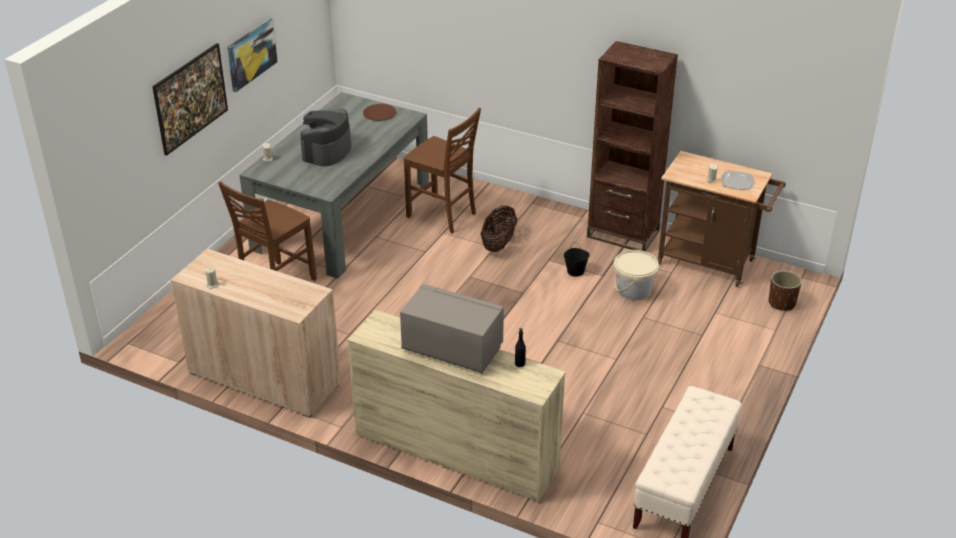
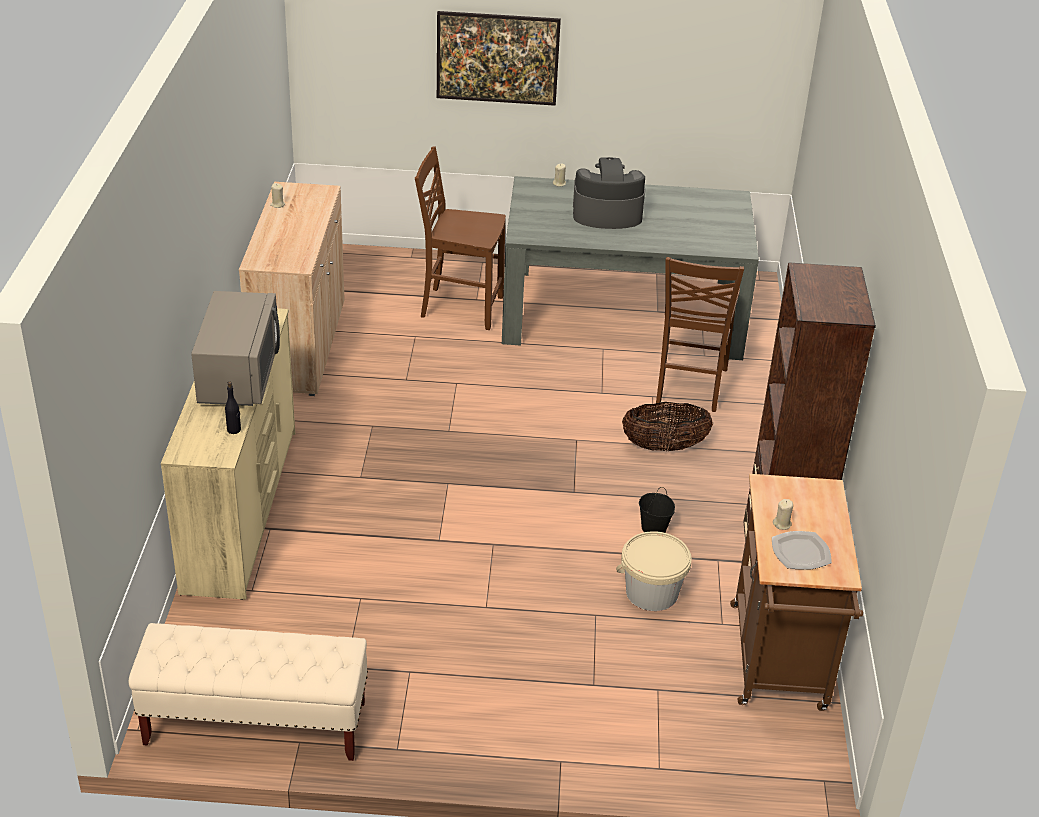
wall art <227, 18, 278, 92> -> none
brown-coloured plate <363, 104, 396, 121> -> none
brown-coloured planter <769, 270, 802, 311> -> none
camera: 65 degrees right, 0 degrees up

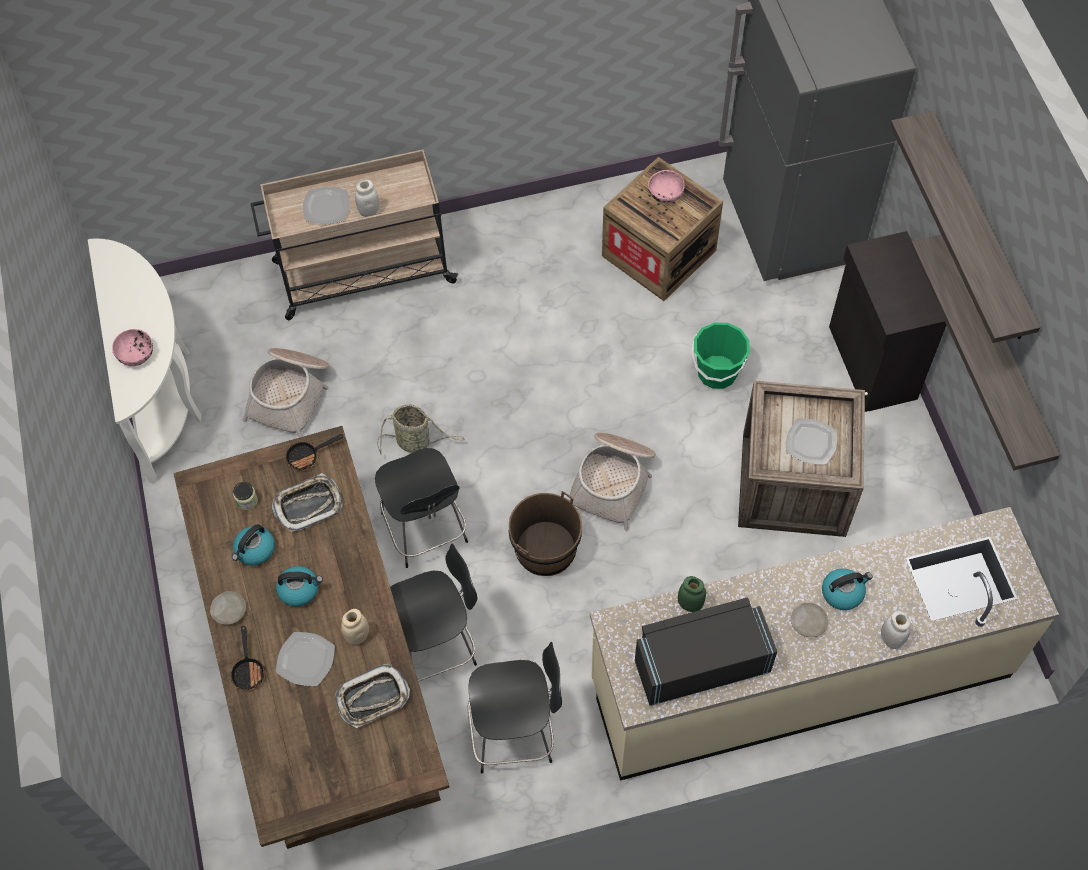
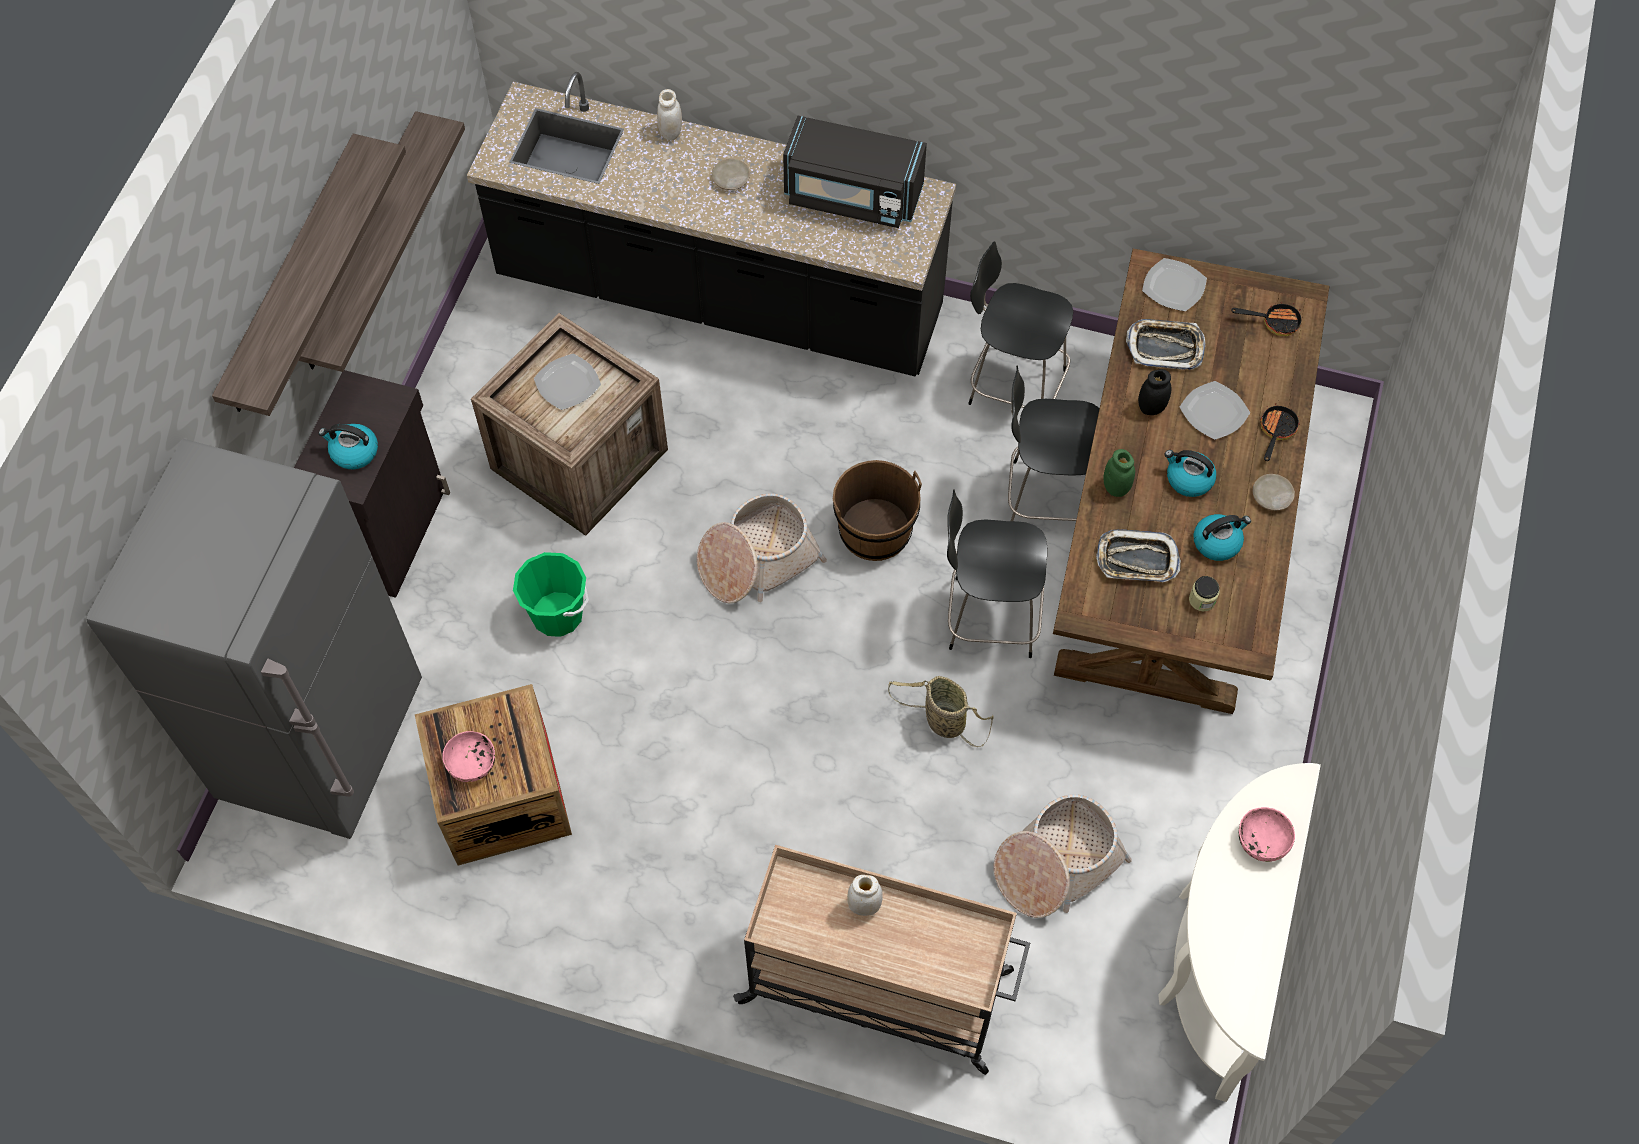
skillet <286, 434, 344, 471> -> skillet <1231, 302, 1301, 336>, moved
plate <303, 187, 350, 225> -> plate <1142, 258, 1207, 311>, moved
beige-coloured storage jar <341, 609, 369, 645> -> blackish storage jar <1138, 369, 1172, 415>
blackish upright chair <375, 448, 468, 568> -> blackish upright chair <947, 489, 1047, 658>, 90 degrees counterclockwise
beige-coloured kitchen counter <590, 507, 1059, 781> -> blackish kitchen counter <467, 72, 956, 376>
greenish storage jar <678, 576, 706, 612> -> greenish storage jar <1103, 449, 1135, 497>, moved
tea kettle <822, 568, 872, 610> -> tea kettle <319, 424, 378, 469>, moved
camera: 150 degrees left, 0 degrees up

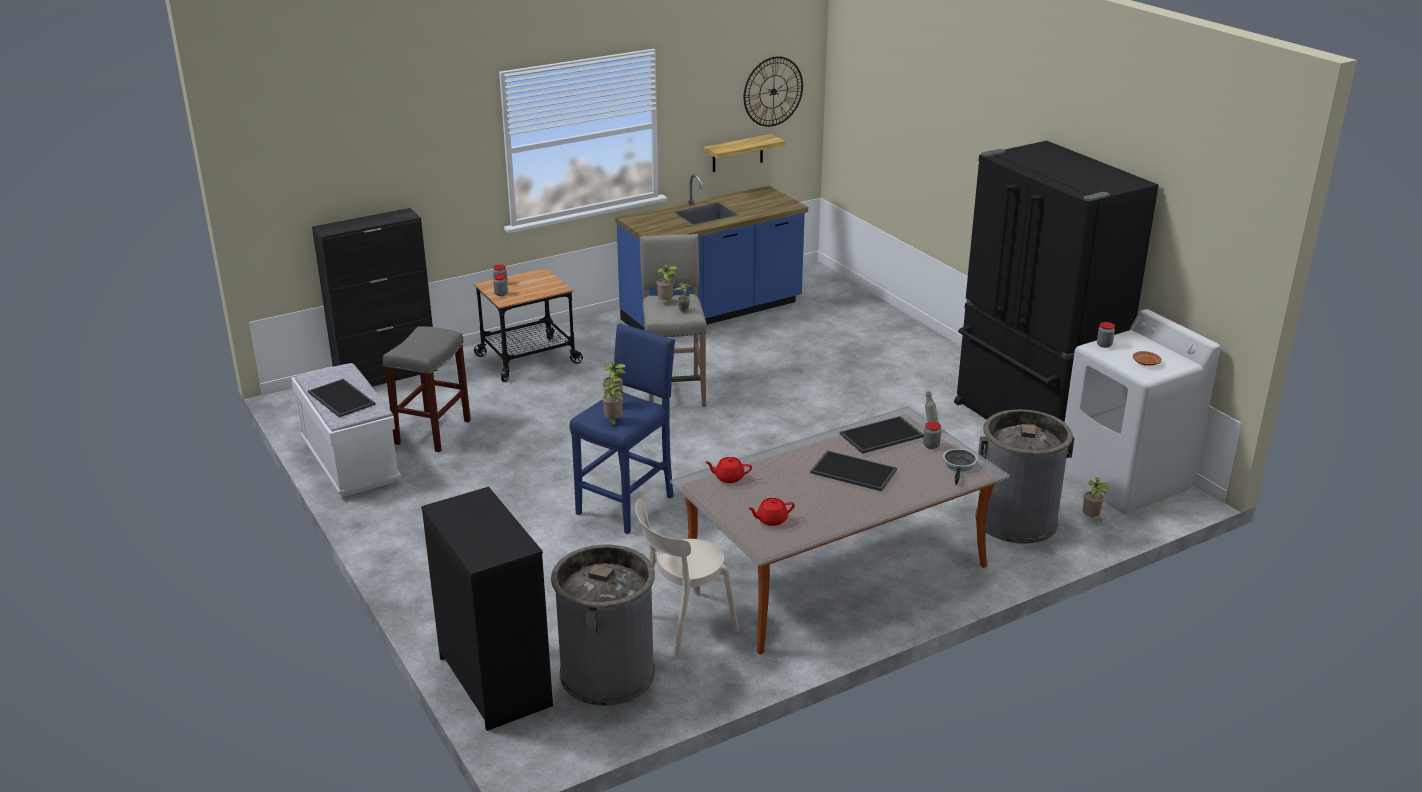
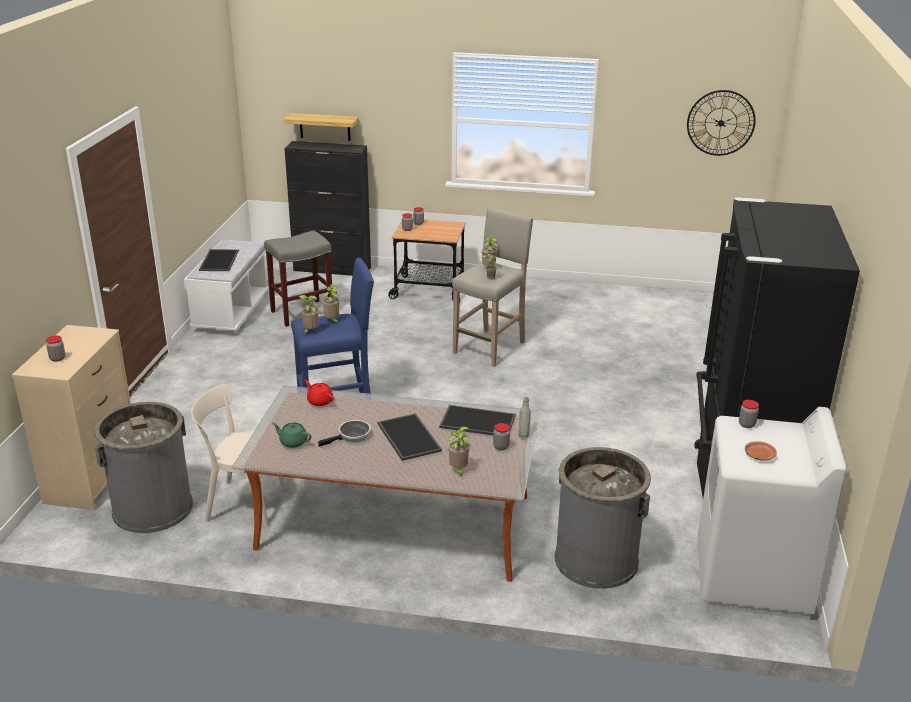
blackish dresser <421, 487, 553, 731> -> beige-coloured dresser <12, 325, 131, 510>
bluish kitchen counter <615, 174, 808, 330> -> none
bracket shelf <704, 134, 785, 172> -> bracket shelf <283, 113, 359, 141>, moved
red-coloured teapot <748, 498, 795, 526> -> greenish teapot <272, 423, 312, 448>
skillet <943, 449, 977, 485> -> skillet <318, 420, 371, 447>, moved
potted plant <1083, 477, 1109, 522> -> potted plant <448, 427, 470, 478>, moved
none -> storage jar <46, 336, 65, 362>
camera: 40 degrees right, 0 degrees up

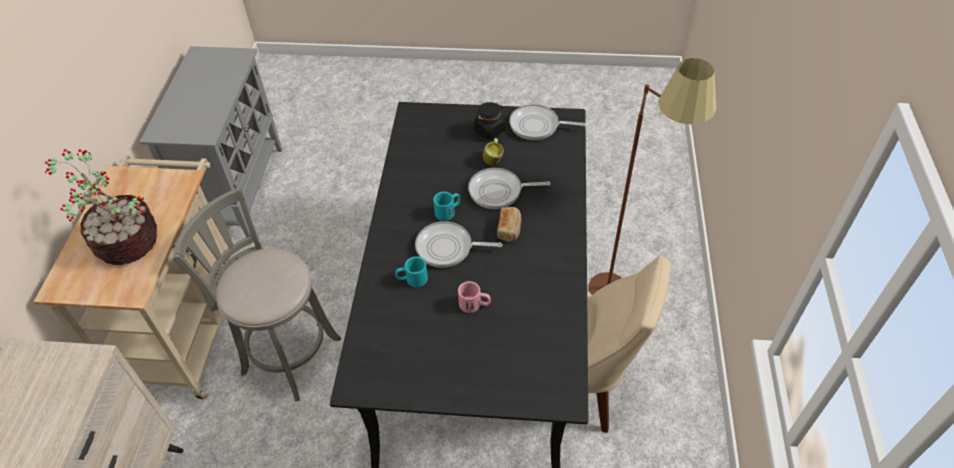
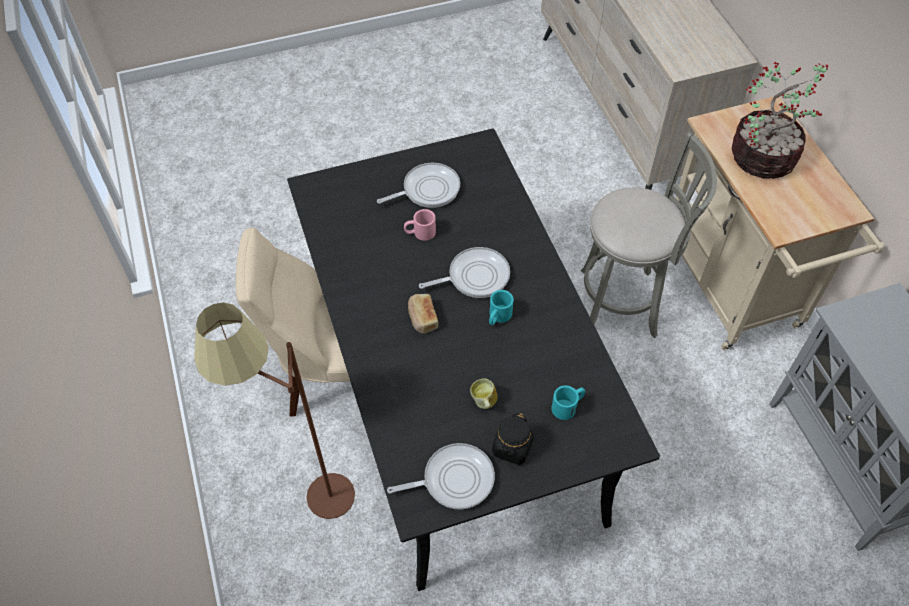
blue-green tea mug <395, 257, 428, 287> -> blue-green tea mug <552, 386, 585, 420>, moved
skillet <468, 168, 551, 209> -> skillet <377, 163, 460, 208>, moved
camera: 155 degrees right, 5 degrees up

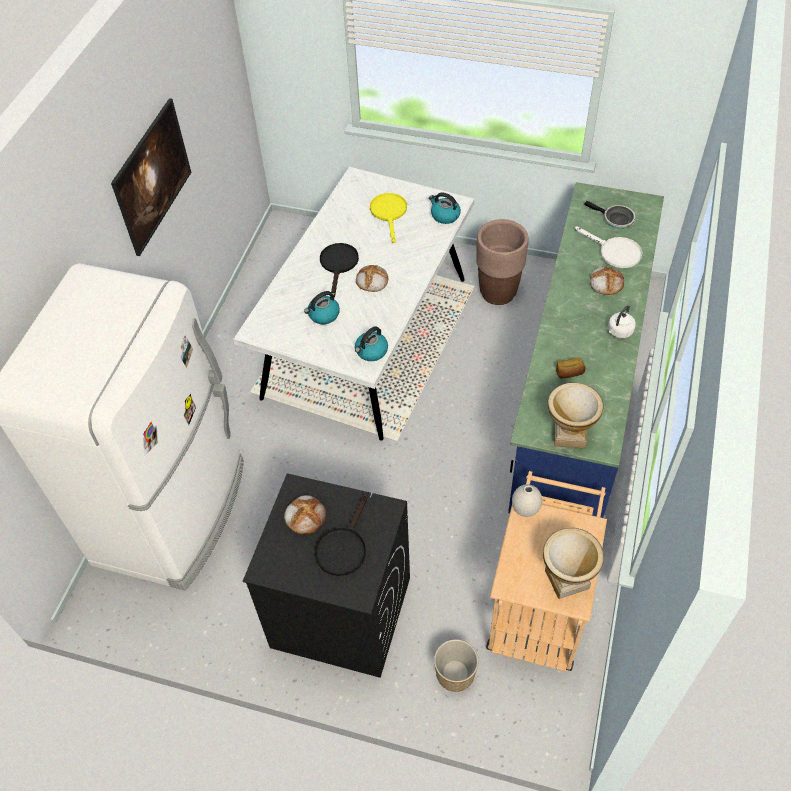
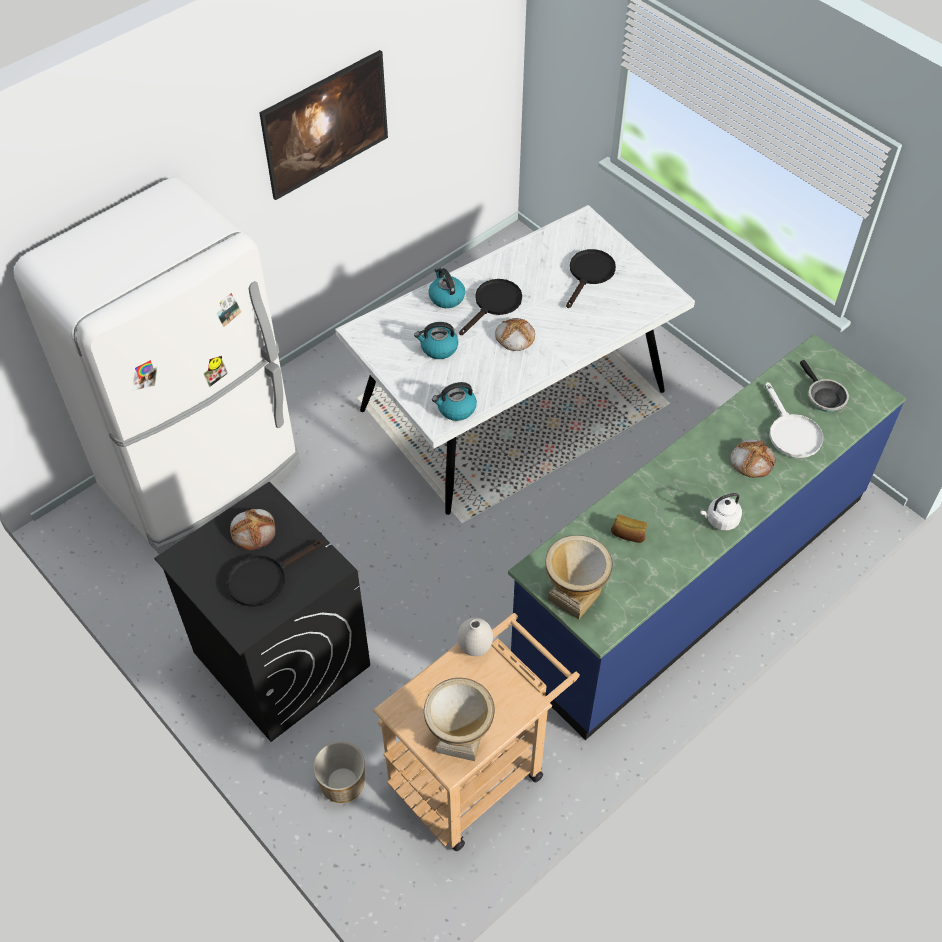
yellowish skillet <370, 193, 407, 243> -> blackish skillet <566, 249, 616, 308>
tea kettle <429, 192, 461, 224> -> tea kettle <429, 267, 465, 308>, moved
brown-coloured planter <476, 219, 529, 305> -> none
camera: 30 degrees right, 0 degrees up

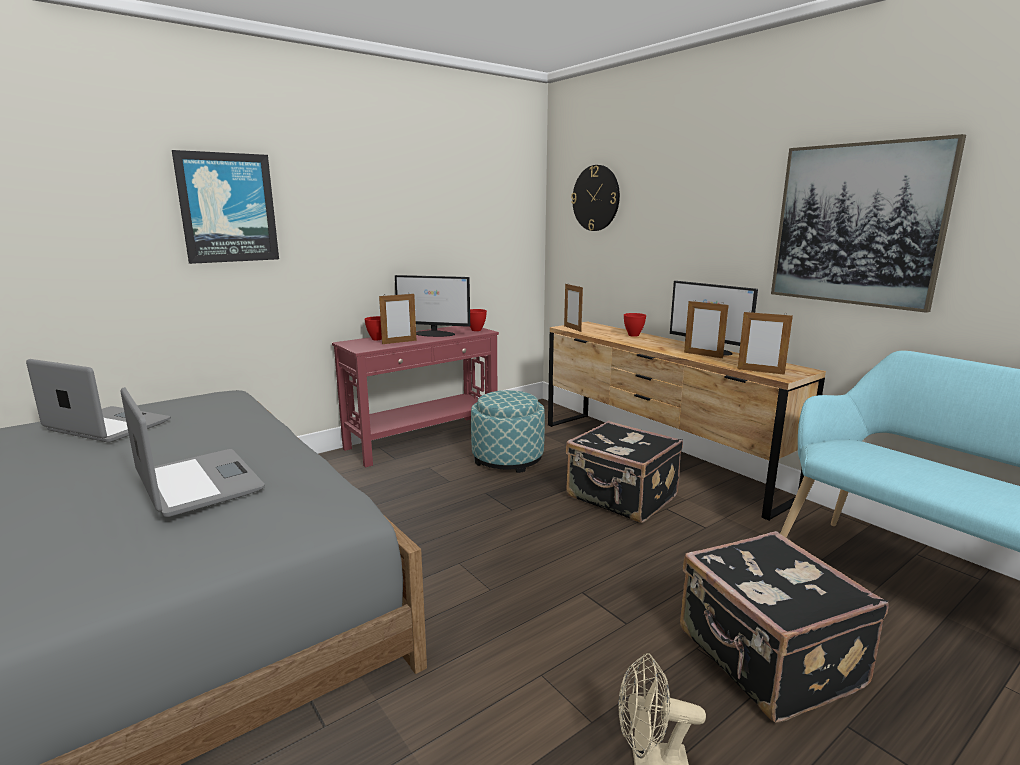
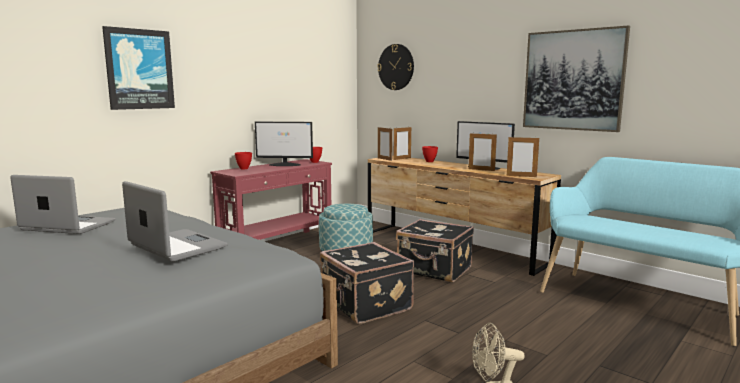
picture frame <379, 292, 417, 344> -> picture frame <394, 127, 411, 160>, moved
blackish suitcase <680, 531, 889, 723> -> blackish suitcase <320, 242, 414, 324>, moved
camera: 10 degrees left, 5 degrees down

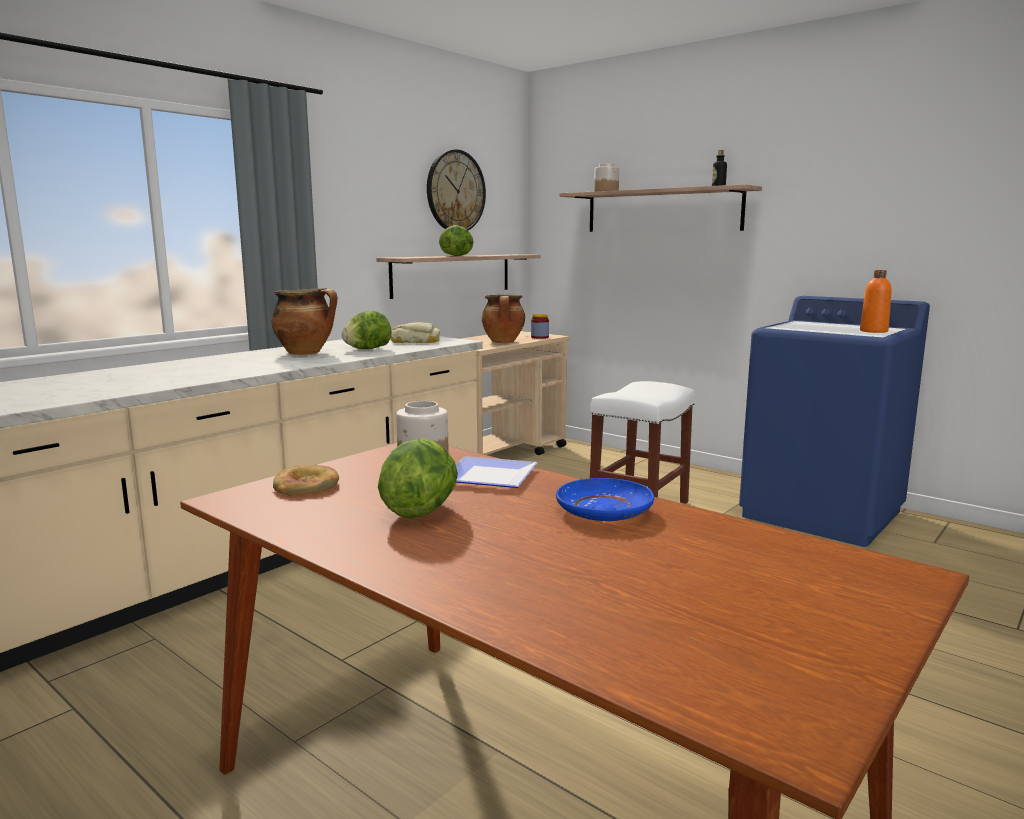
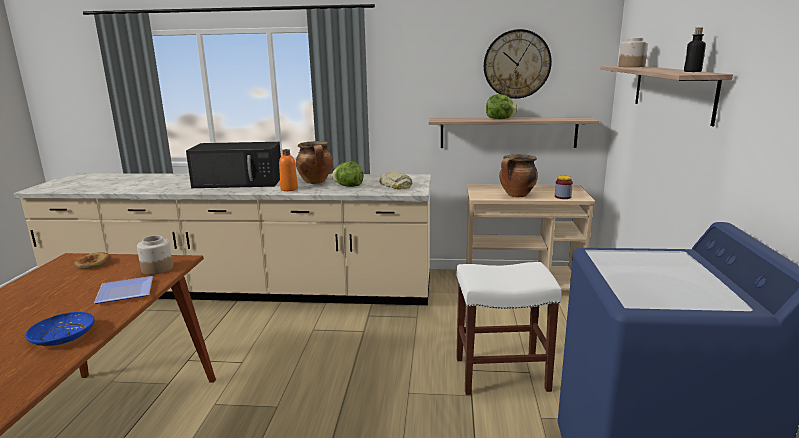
head of lettuce <378, 438, 458, 519> -> none
orangey drink bottle <860, 270, 892, 333> -> orangey drink bottle <279, 149, 298, 191>, moved
none -> blackish microwave oven <186, 142, 281, 188>
camera: 55 degrees right, 5 degrees up

